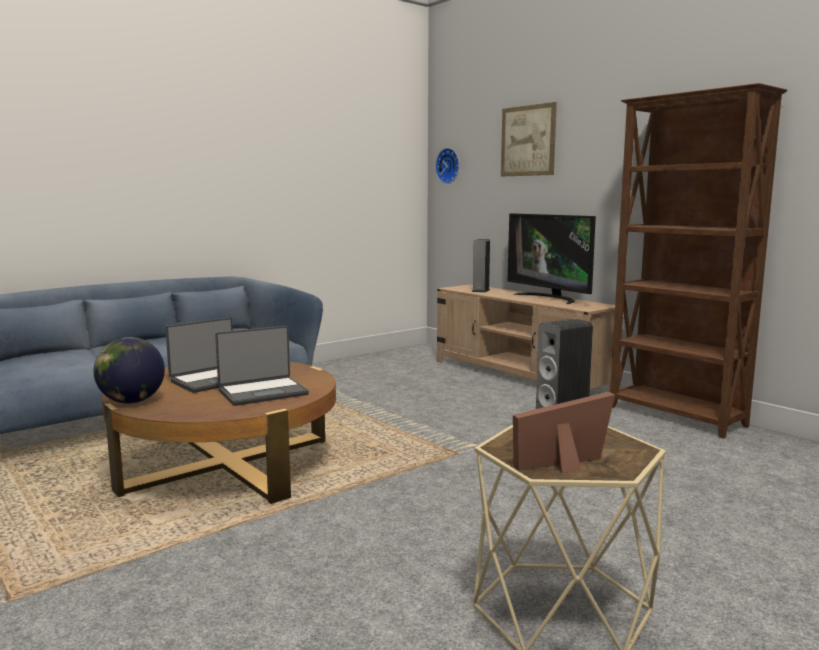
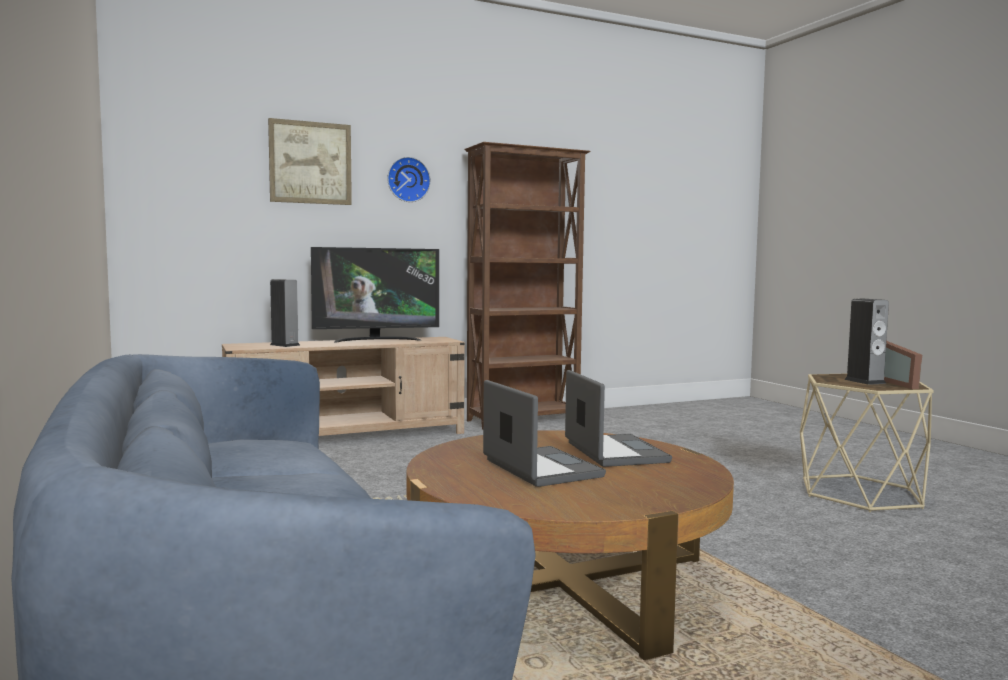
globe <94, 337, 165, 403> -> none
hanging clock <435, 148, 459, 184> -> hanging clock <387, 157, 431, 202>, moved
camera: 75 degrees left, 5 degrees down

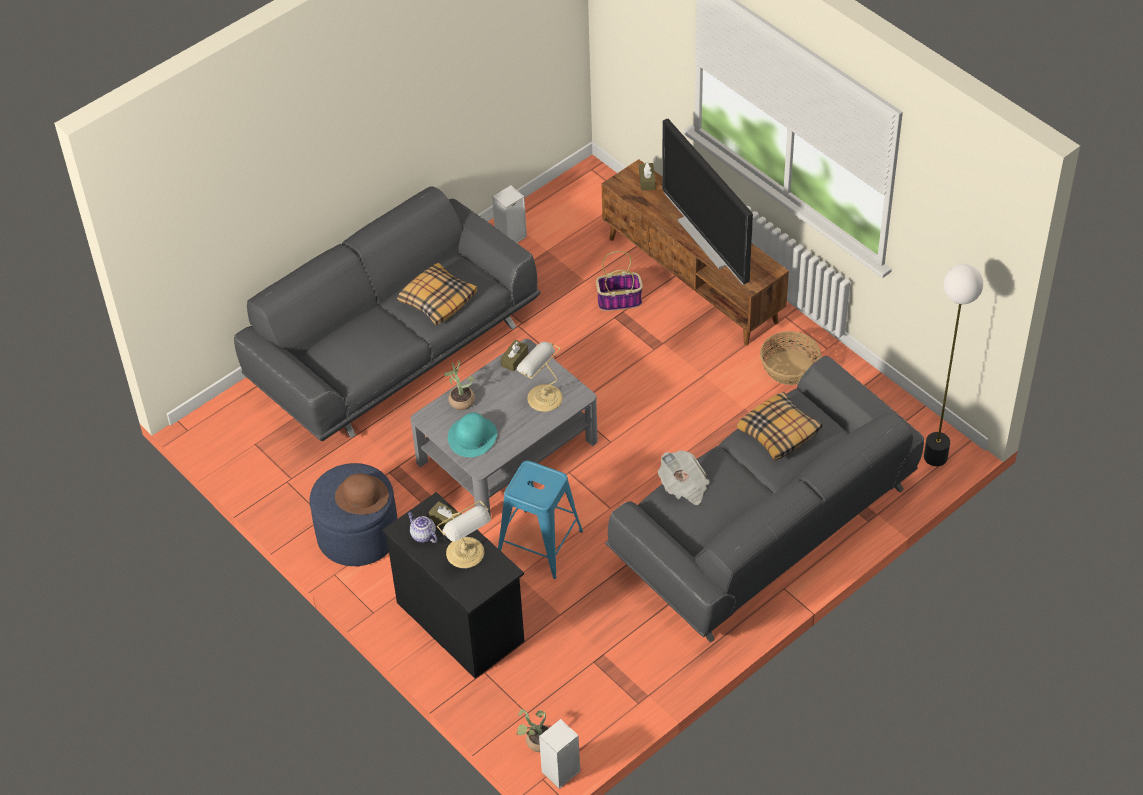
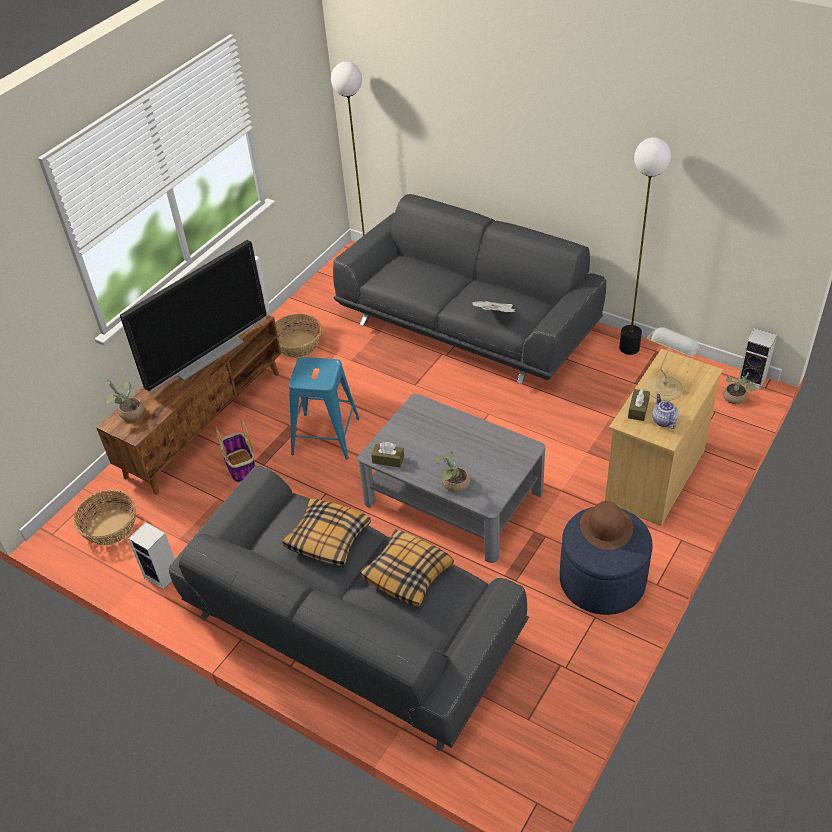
blackish dresser <383, 492, 524, 678> -> beige-coloured dresser <605, 349, 723, 526>
teapot <408, 512, 438, 543> -> teapot <652, 394, 679, 429>, 135 degrees clockwise
blue-green hat <448, 413, 497, 457> -> none
bluish stool seat <498, 461, 583, 579> -> bluish stool seat <289, 357, 360, 460>, moved
table lamp <517, 341, 563, 412> -> none
brown-coloured box of tissues <639, 162, 656, 191> -> potted plant <105, 380, 144, 421>
cushion <737, 392, 822, 460> -> cushion <360, 530, 454, 607>, moved
none -> household basket <73, 490, 136, 545>
none -> standard lamp <619, 137, 671, 355>
camera: 105 degrees left, 5 degrees down

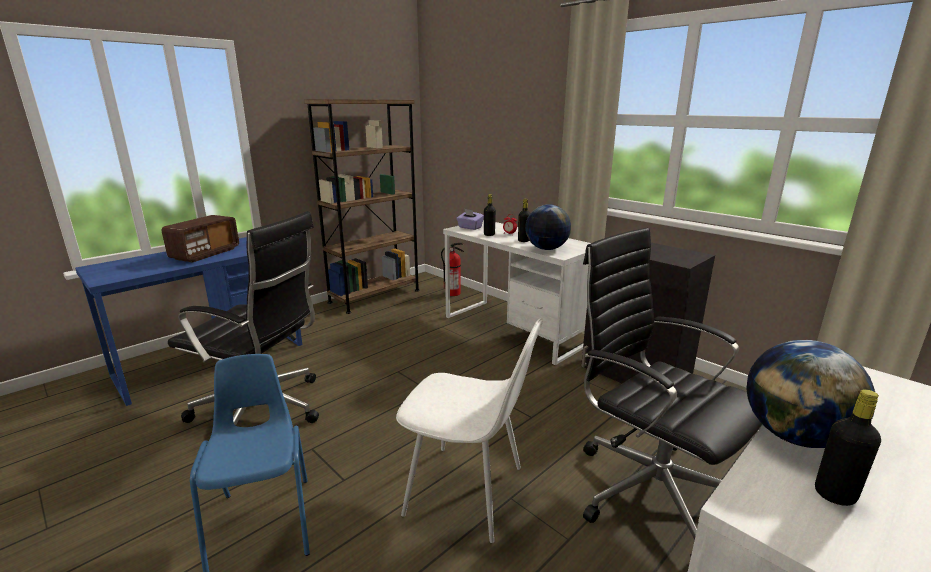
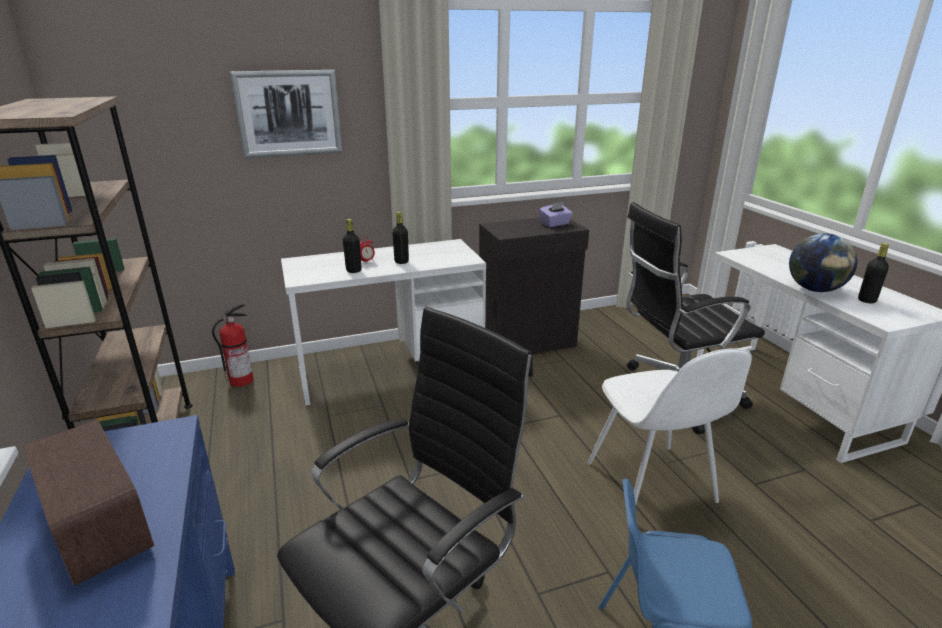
white upright chair <396, 318, 543, 543> -> white upright chair <588, 348, 752, 503>, 120 degrees clockwise
purple-coloured box of tissues <456, 209, 484, 230> -> purple-coloured box of tissues <539, 202, 573, 227>, moved
globe <525, 204, 571, 250> -> none
none -> wall art <230, 70, 343, 159>
camera: 65 degrees left, 5 degrees up

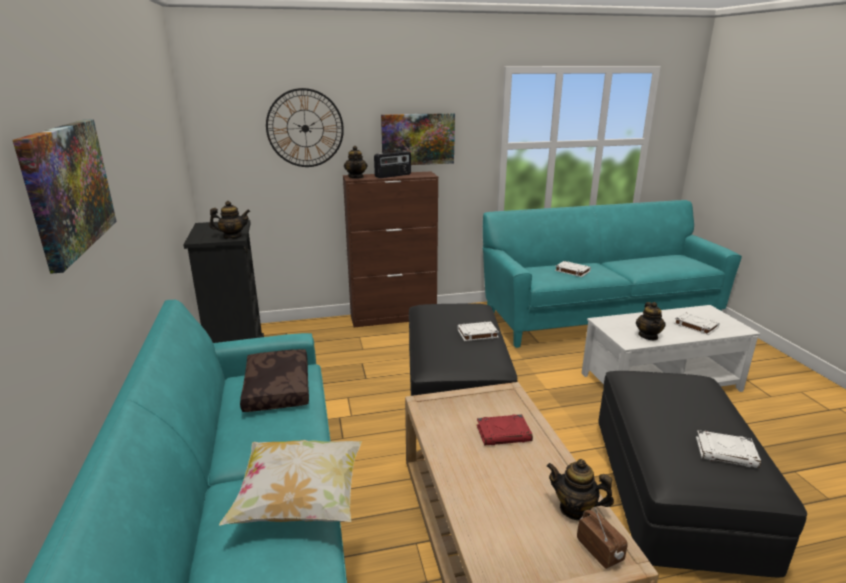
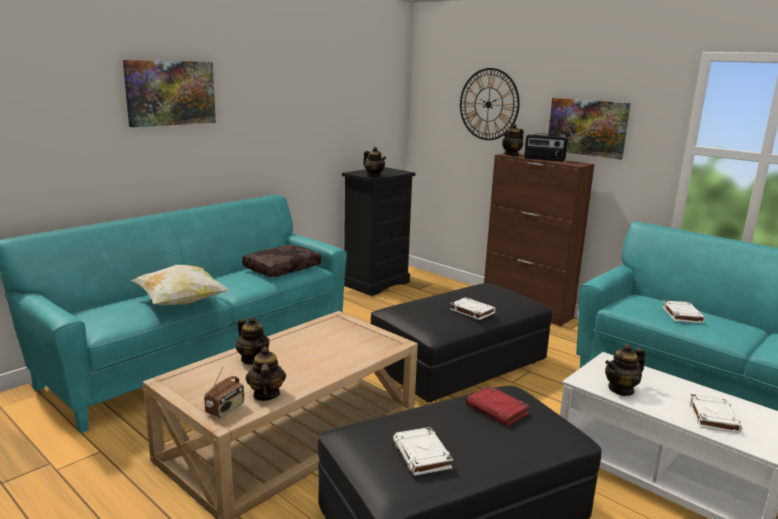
red-coloured bound book <477, 414, 533, 446> -> red-coloured bound book <466, 386, 530, 426>, moved
none -> teapot <236, 317, 269, 365>
camera: 55 degrees right, 5 degrees down

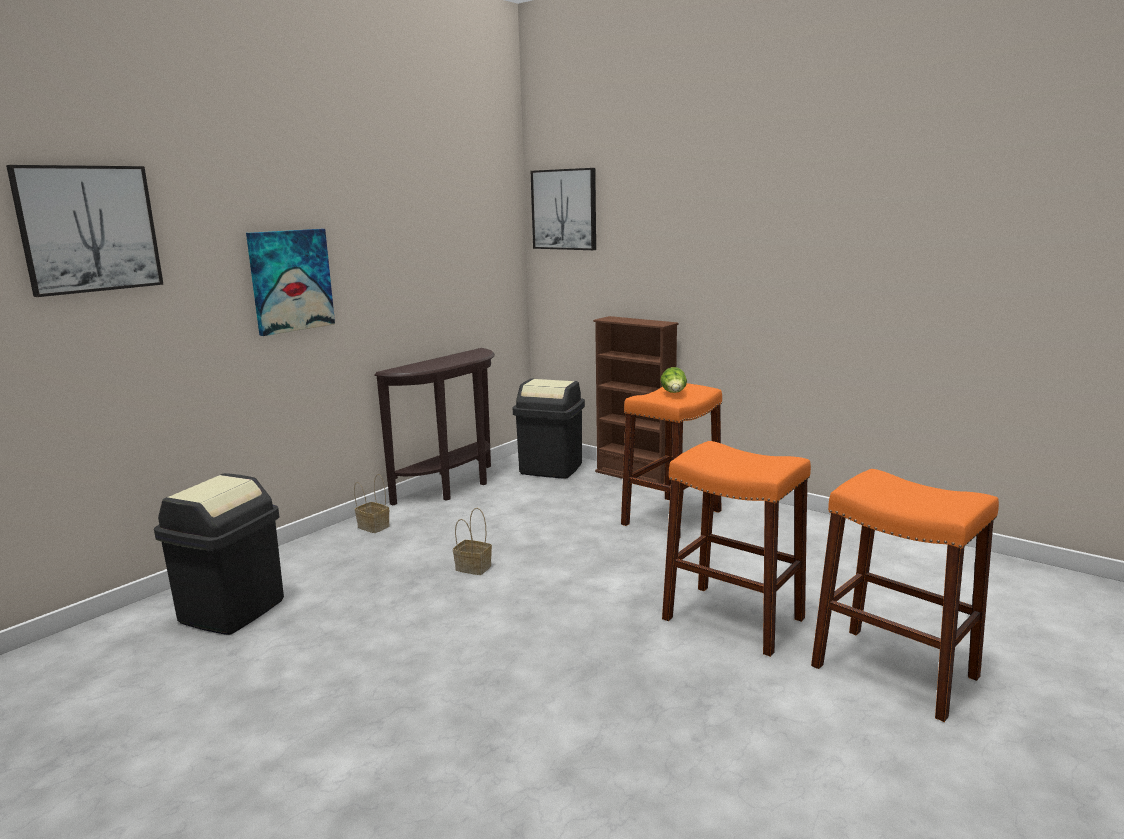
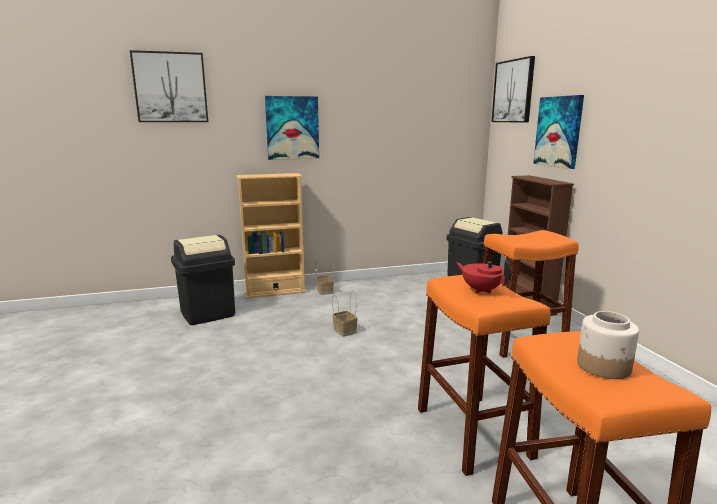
brown-coloured console table <374, 348, 495, 505> -> none
head of lettuce <661, 367, 687, 393> -> none
none -> beige-coloured shelving unit <237, 173, 306, 298>
none -> red-coloured teapot <456, 260, 511, 294>
none -> wall art <533, 95, 584, 169>
none -> storage jar <577, 311, 639, 379>
camera: 35 degrees right, 0 degrees up

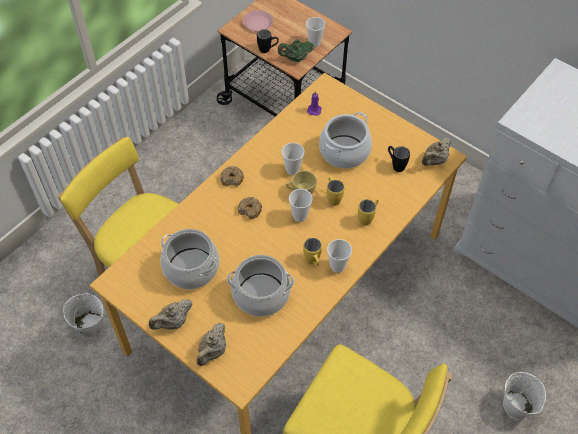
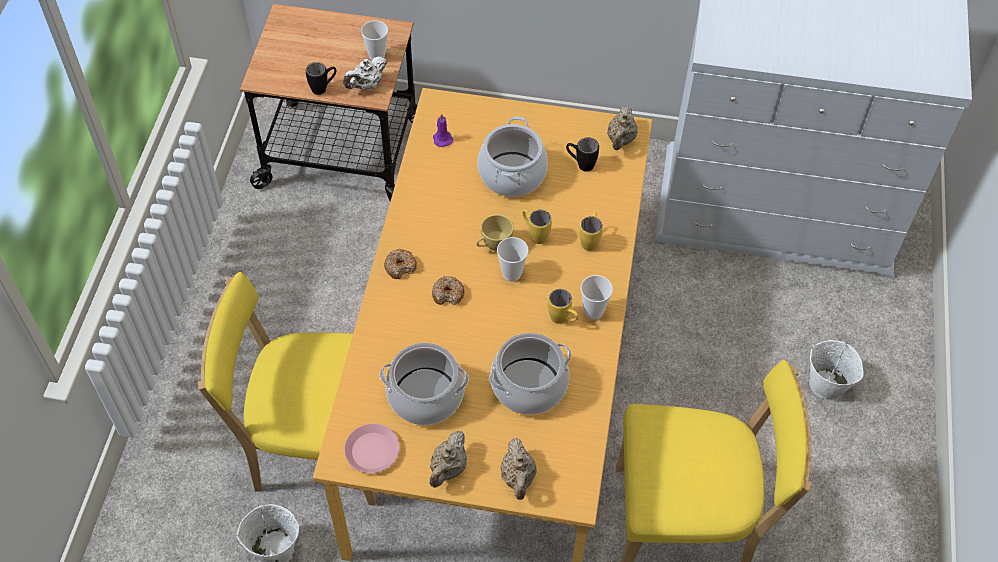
pink-coloured plate <243, 10, 273, 32> -> pink-coloured plate <344, 423, 400, 473>, moved
greenish teapot <278, 39, 315, 62> -> white teapot <343, 57, 387, 90>
cup <282, 143, 305, 175> -> none
camera: 30 degrees left, 0 degrees up

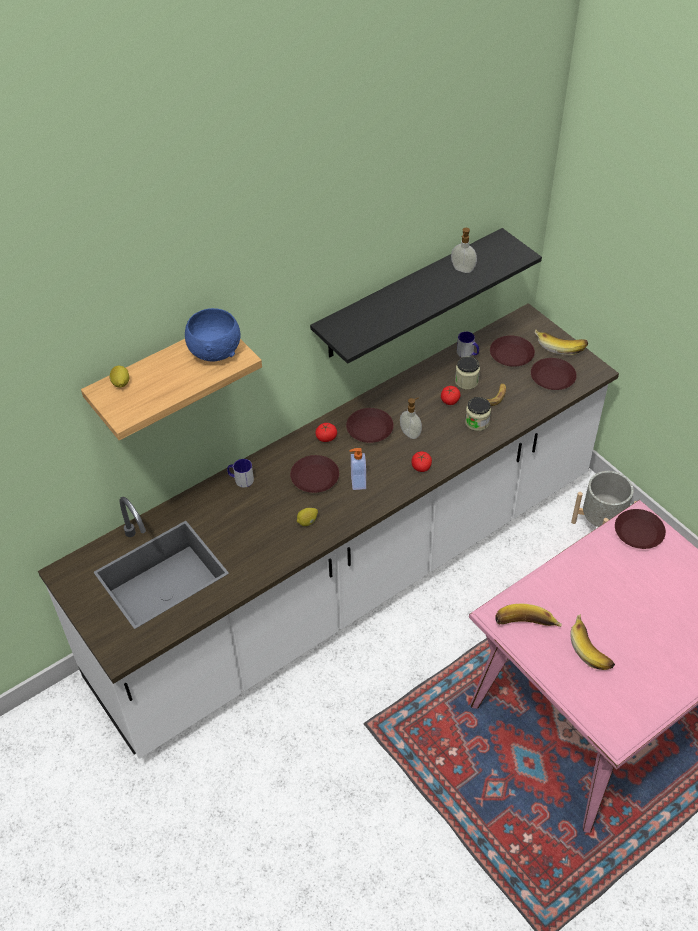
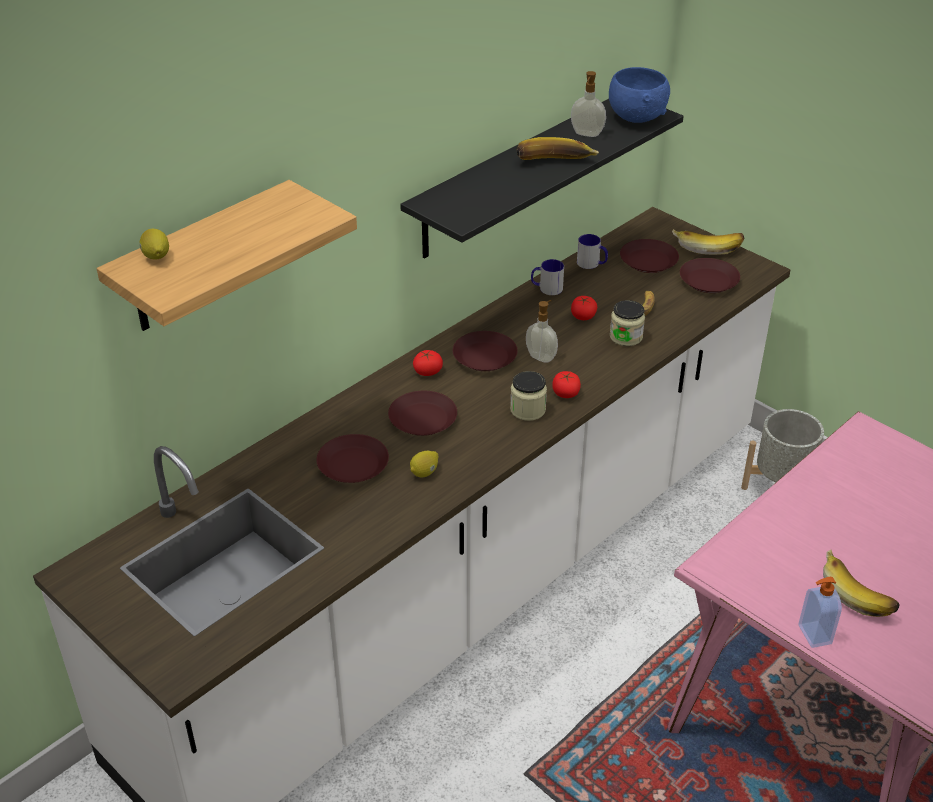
bluish serving bowl <185, 308, 241, 361> -> bluish serving bowl <609, 67, 670, 123>, moved
tea mug <227, 459, 254, 487> -> tea mug <531, 259, 564, 295>, moved
soap bottle <349, 448, 366, 490> -> soap bottle <799, 577, 842, 648>, moved
storage jar <455, 356, 480, 389> -> storage jar <510, 371, 547, 421>, moved
banana fruit <495, 604, 562, 627> -> banana fruit <516, 137, 599, 160>, moved
brown-coloured plate <615, 509, 666, 549> -> brown-coloured plate <317, 434, 389, 483>, moved
camera: 10 degrees left, 10 degrees down

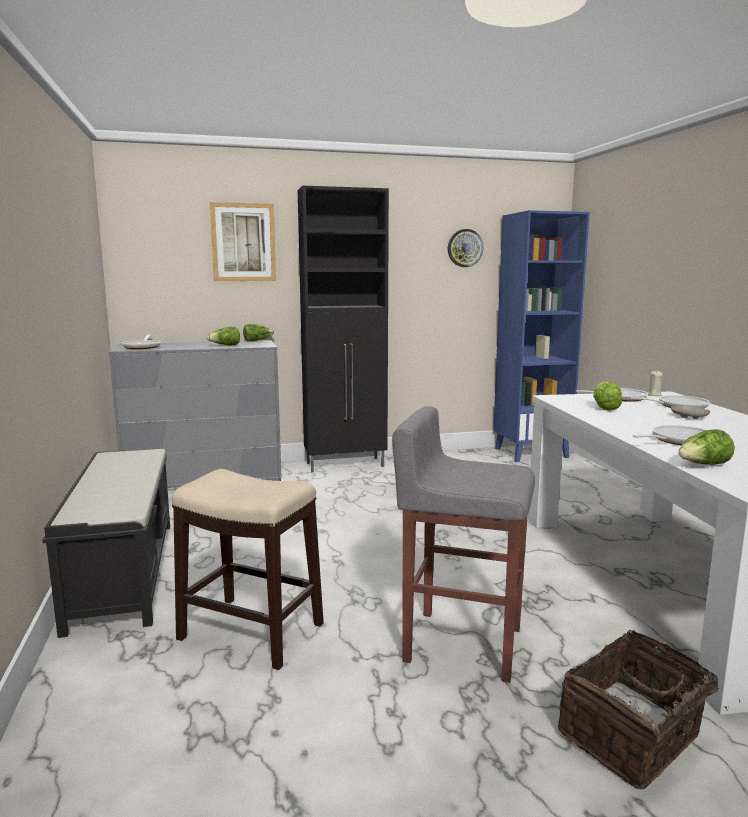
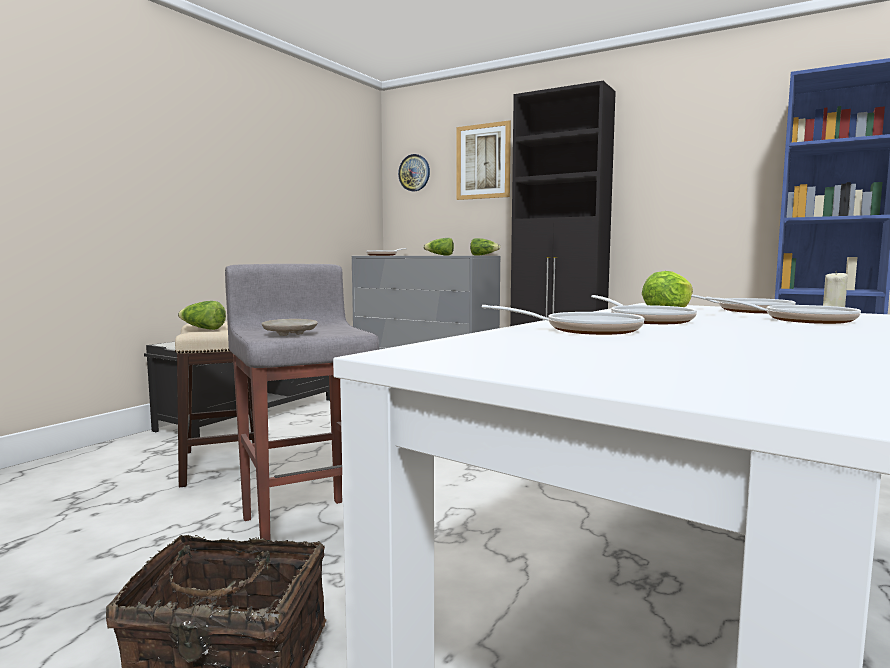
hanging clock <448, 229, 483, 267> -> hanging clock <398, 154, 430, 191>, moved
beige-coloured plate <671, 406, 710, 419> -> beige-coloured plate <261, 319, 318, 336>, moved
head of lettuce <678, 429, 735, 465> -> head of lettuce <178, 301, 226, 330>, moved
none -> skillet <591, 295, 697, 324>
camera: 45 degrees right, 5 degrees down

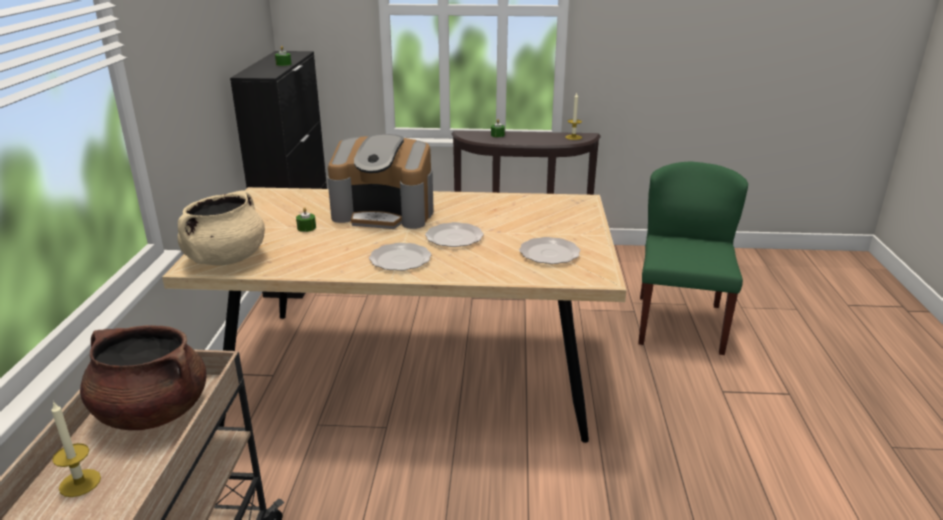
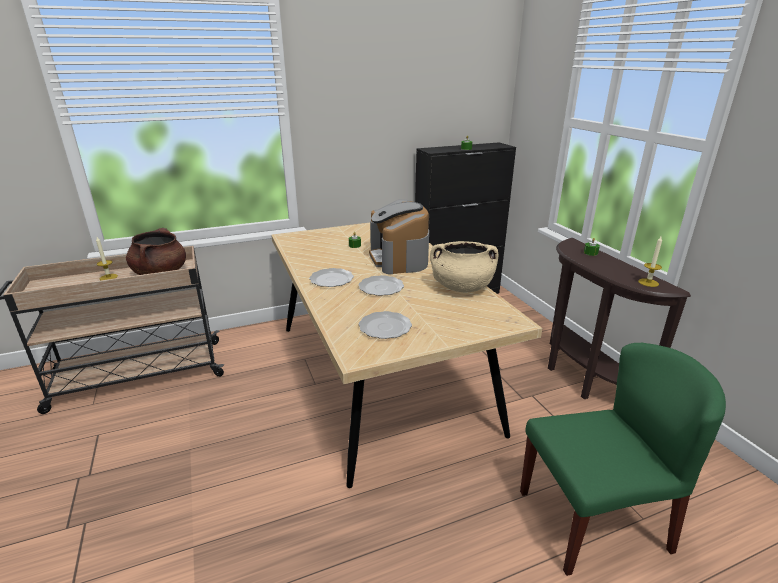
beige-coloured cooking pot <177, 190, 265, 266> -> beige-coloured cooking pot <430, 241, 499, 292>, moved
camera: 65 degrees right, 0 degrees up

